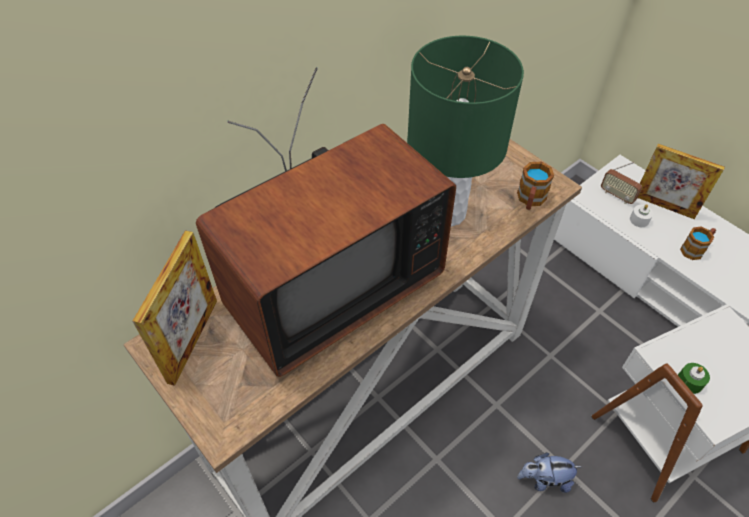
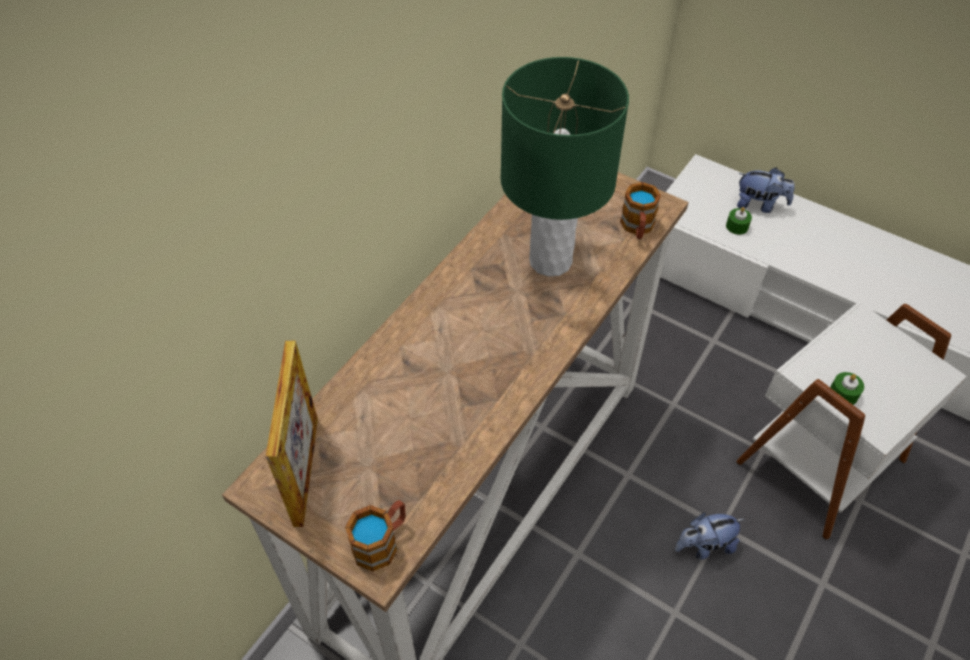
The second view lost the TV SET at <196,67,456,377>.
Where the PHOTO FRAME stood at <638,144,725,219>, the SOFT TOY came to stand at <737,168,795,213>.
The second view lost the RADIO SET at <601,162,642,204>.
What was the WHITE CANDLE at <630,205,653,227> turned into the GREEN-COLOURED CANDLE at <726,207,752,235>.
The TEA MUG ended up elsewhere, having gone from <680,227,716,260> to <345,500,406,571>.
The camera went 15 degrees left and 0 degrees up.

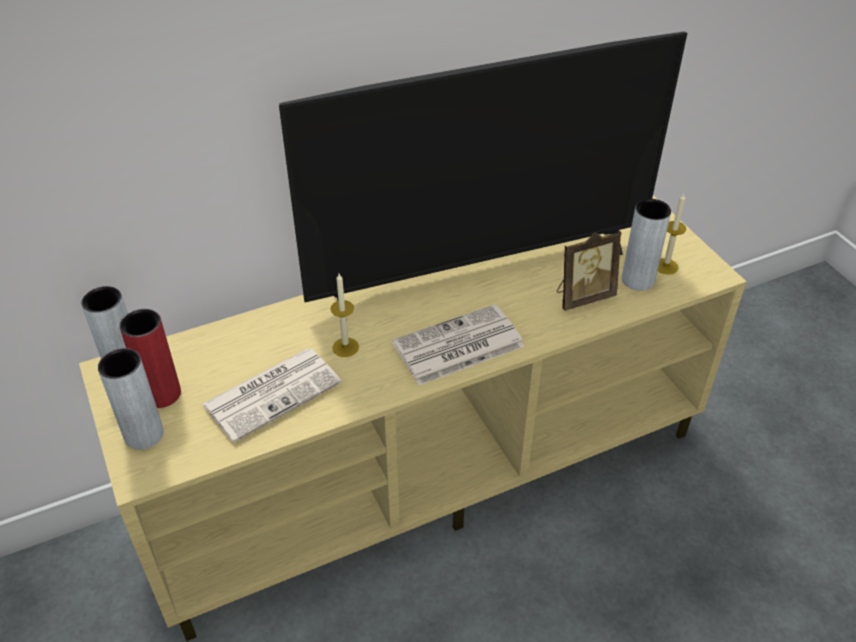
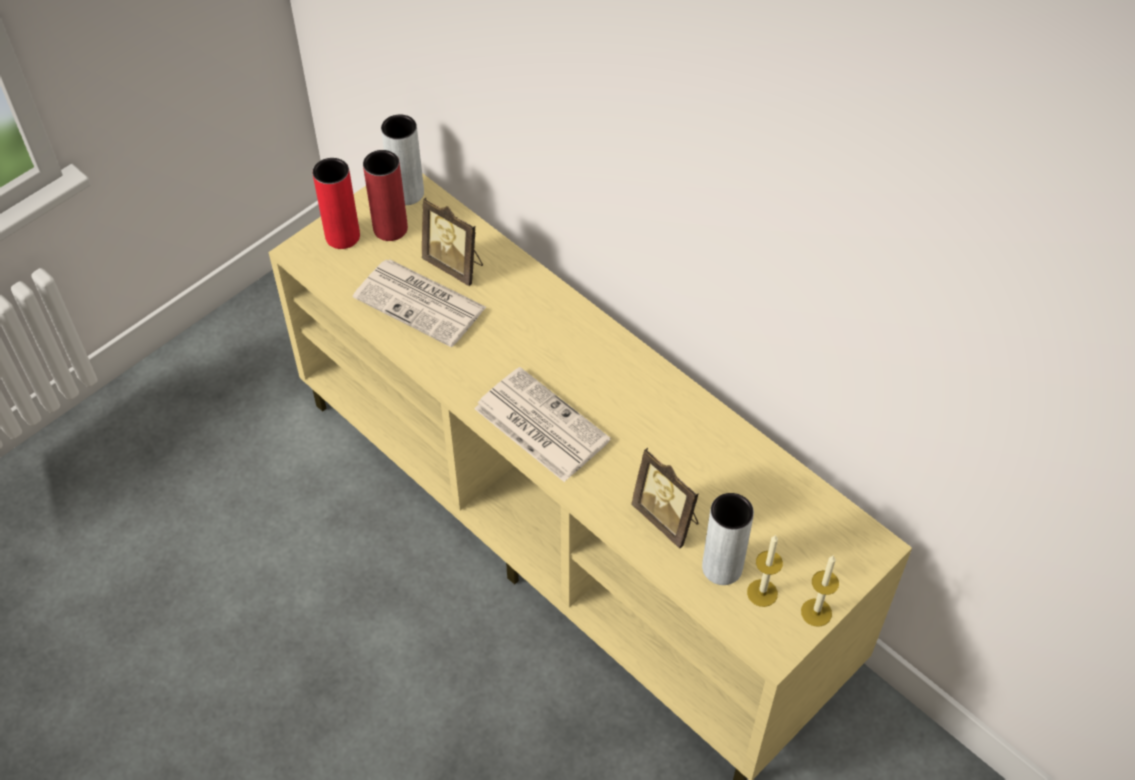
The second view lost the TV SET at <279,32,687,318>.
The CANDLE ended up elsewhere, having gone from <330,274,359,357> to <801,555,839,627>.
What was the GRAY FLOWER VASE at <98,348,164,450> turned into the RED-COLOURED FLOWER VASE at <312,158,360,249>.
The second view gained the PHOTO FRAME at <422,198,483,286>.
The camera went 70 degrees right and 10 degrees up.

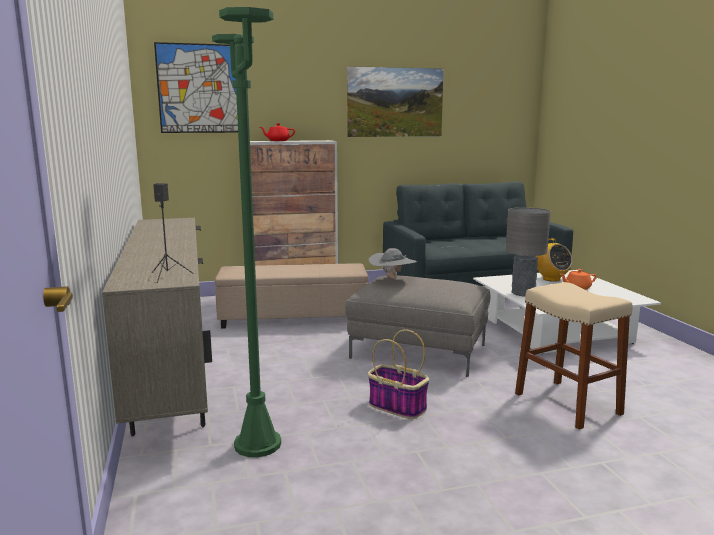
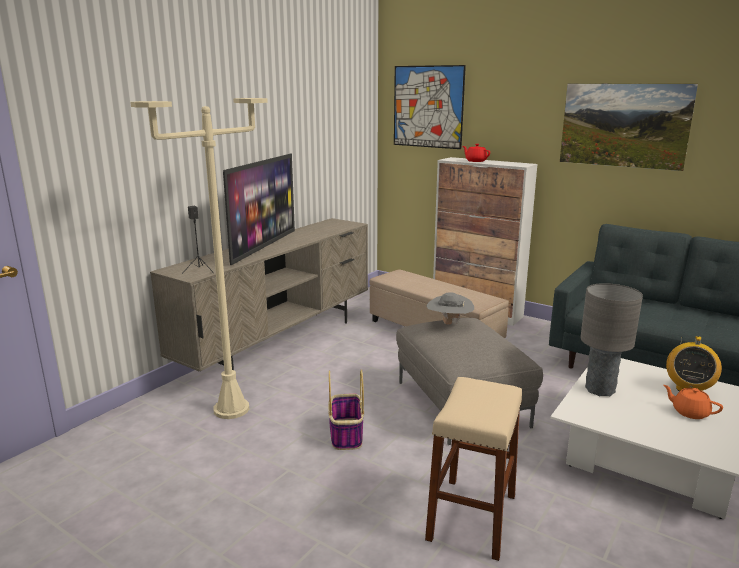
What was the GREEN-COLOURED STANDARD LAMP at <212,7,281,457> turned into the BEIGE STANDARD LAMP at <130,98,268,419>.
The second view gained the TV SET at <223,154,295,265>.
The camera went 50 degrees right and 5 degrees up.

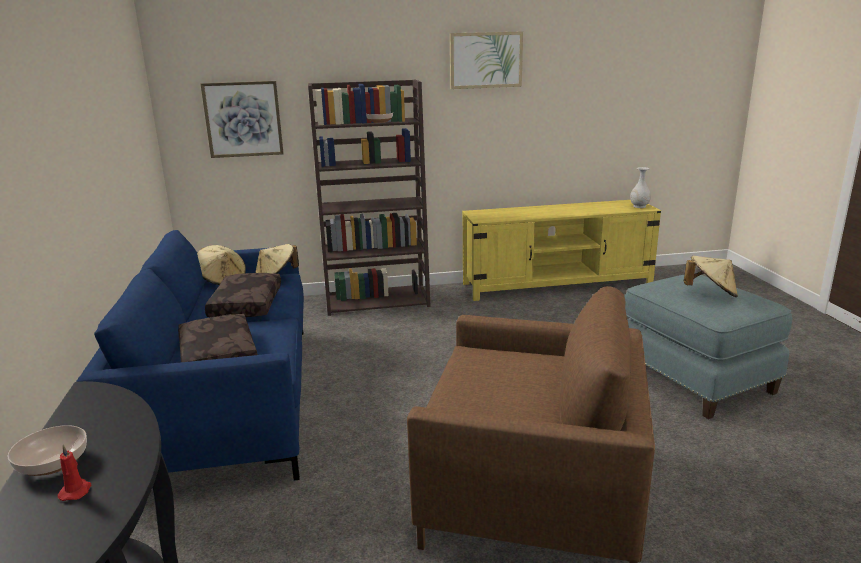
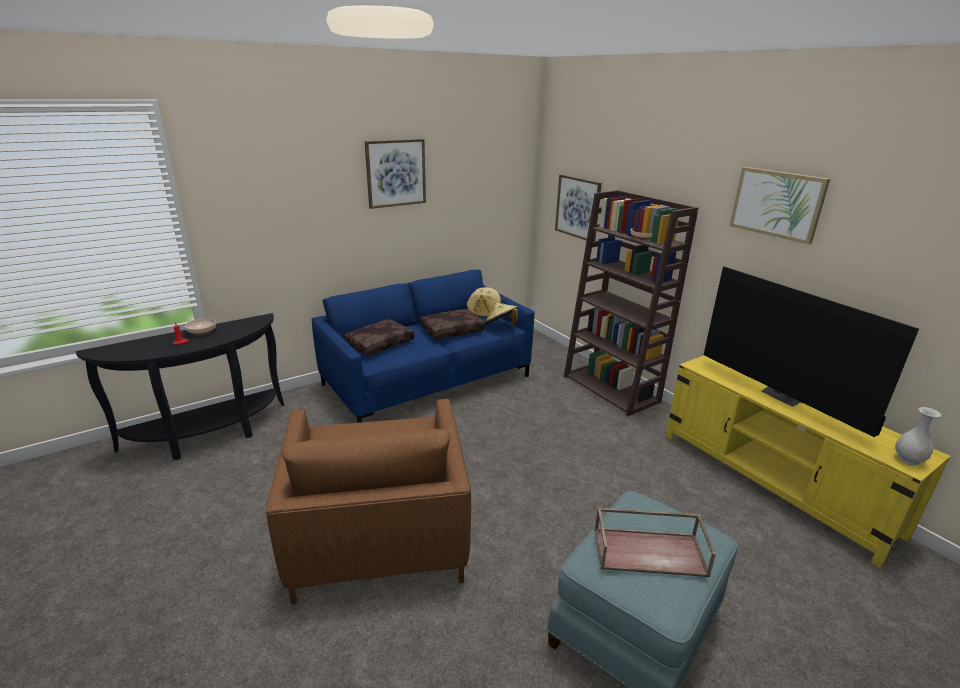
Where the BEIGE WEARABLE HAT stood at <684,256,738,297>, the BROWN-COLOURED TRAY came to stand at <594,508,716,577>.
The second view gained the WALL ART at <365,139,426,209>.
The second view gained the TV SET at <704,267,919,437>.
The camera went 65 degrees right and 5 degrees up.

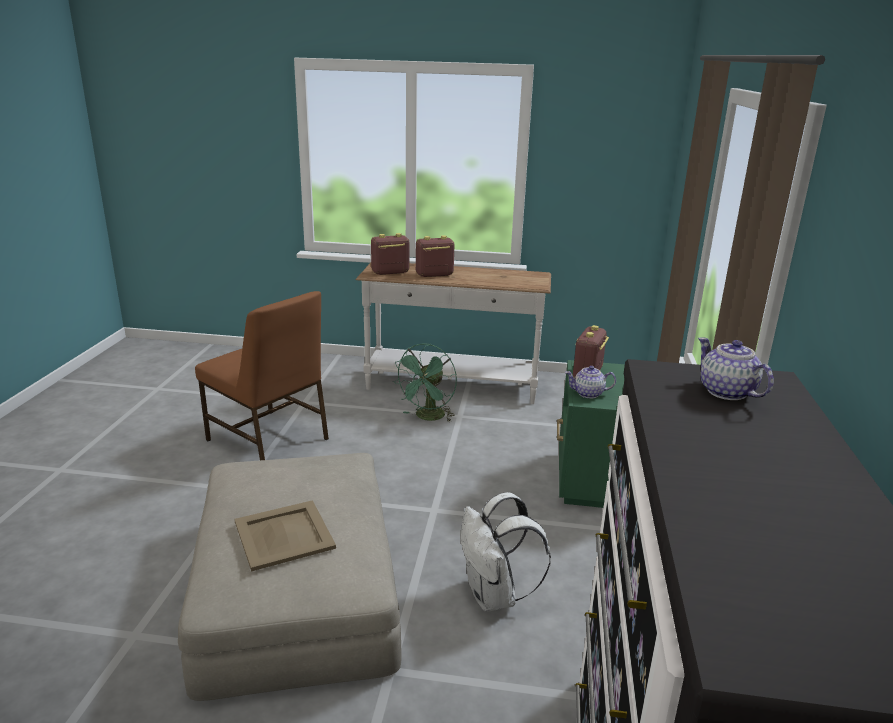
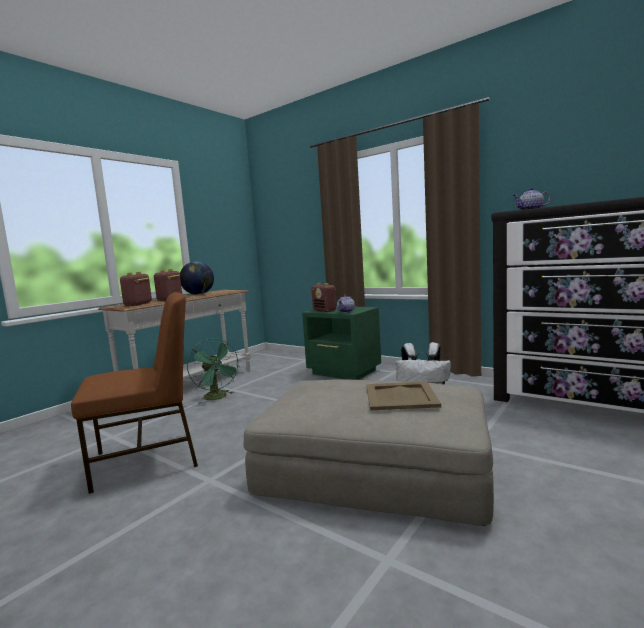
The second view gained the GLOBE at <180,261,214,295>.
The camera went 60 degrees left and 15 degrees down.

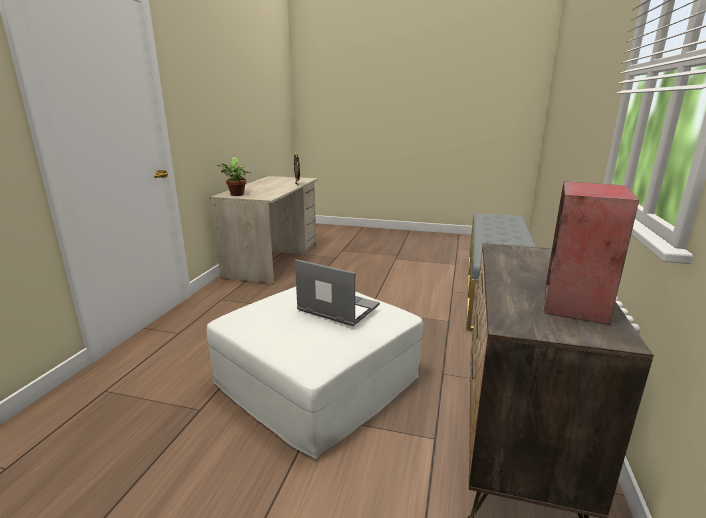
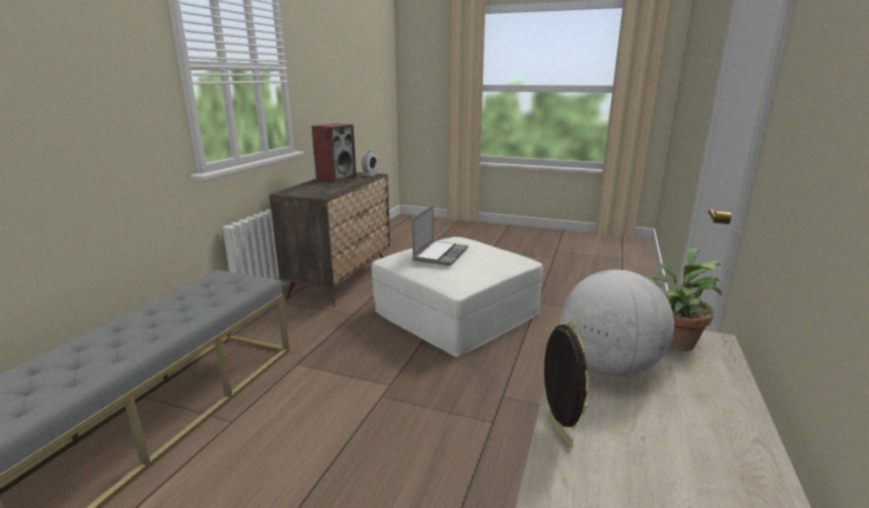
The NOTEBOOK COMPUTER at <295,259,380,326> ended up facing another way, 105 degrees counterclockwise from before.
The second view gained the ALARM CLOCK at <361,151,379,177>.
The second view gained the GLOBE at <562,270,674,376>.
The camera went 175 degrees left and 0 degrees up.

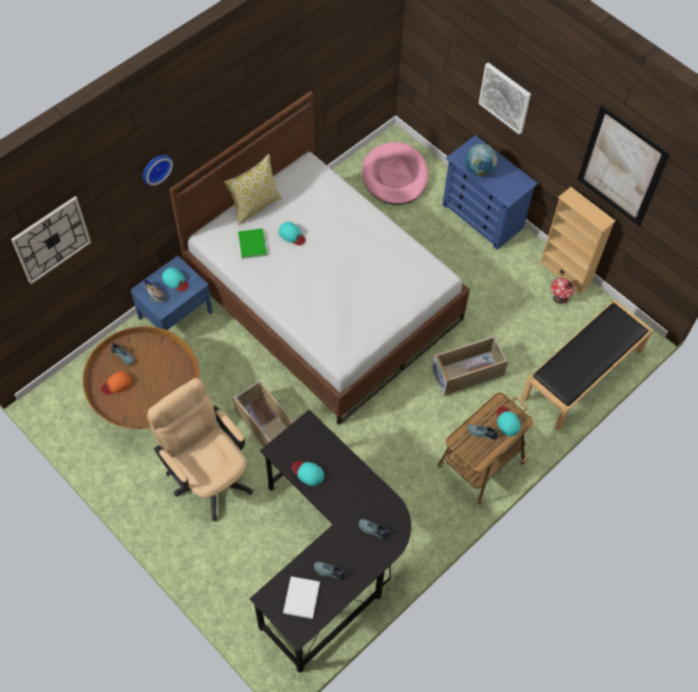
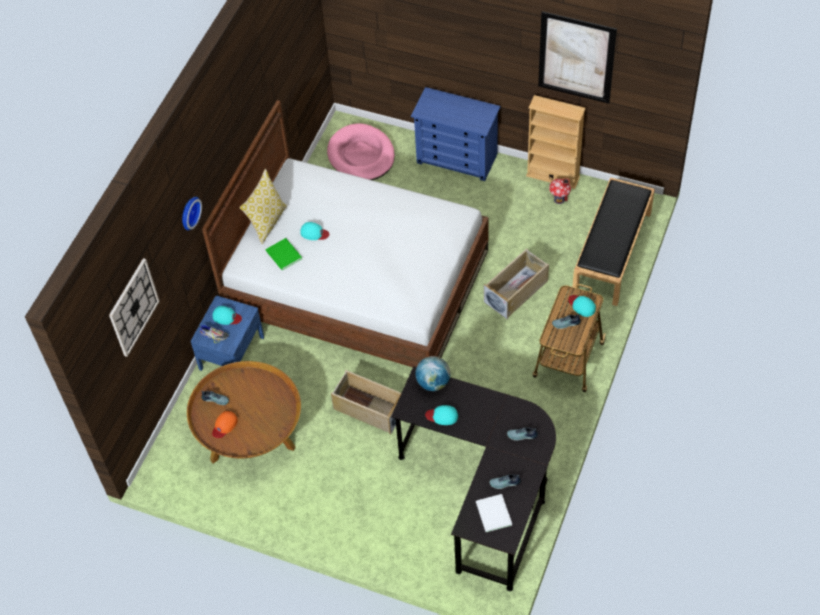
The second view lost the WALL ART at <479,62,531,135>.
The GLOBE ended up elsewhere, having gone from <465,143,497,176> to <416,356,450,391>.
The second view lost the BEIGE COMPUTER CHAIR at <147,378,253,521>.
The camera went 20 degrees left and 5 degrees down.

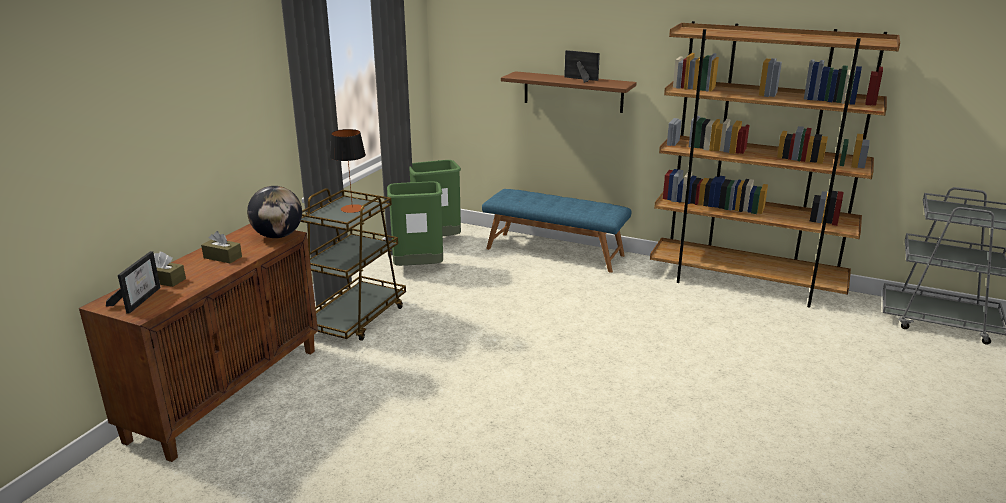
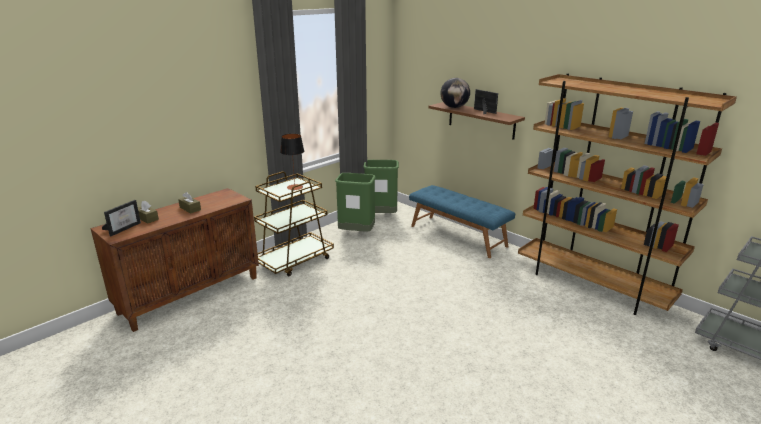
The GLOBE ended up elsewhere, having gone from <247,186,302,238> to <441,78,470,108>.
The camera went 20 degrees right and 0 degrees up.

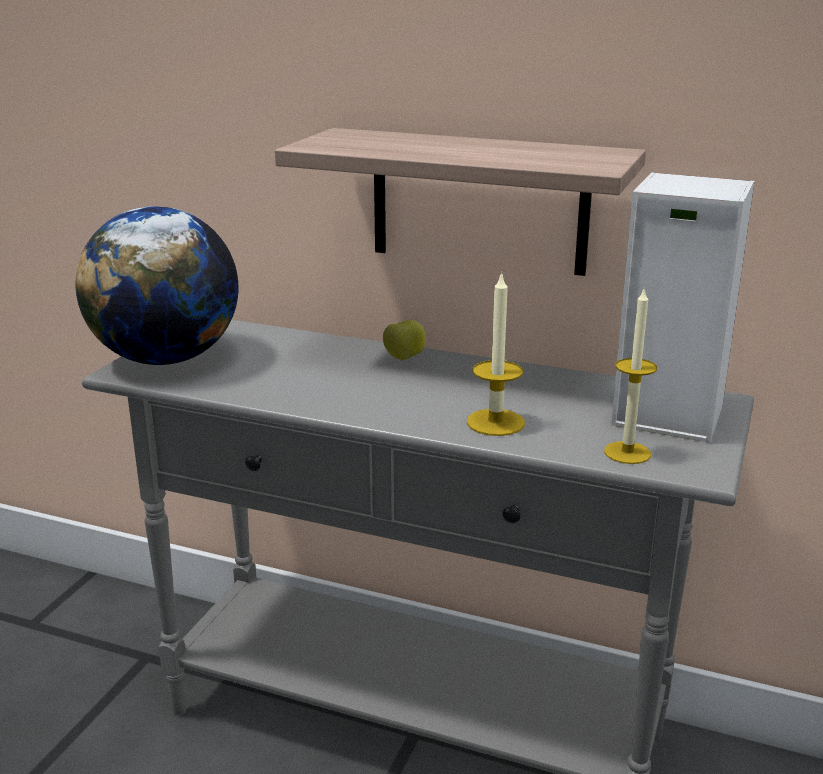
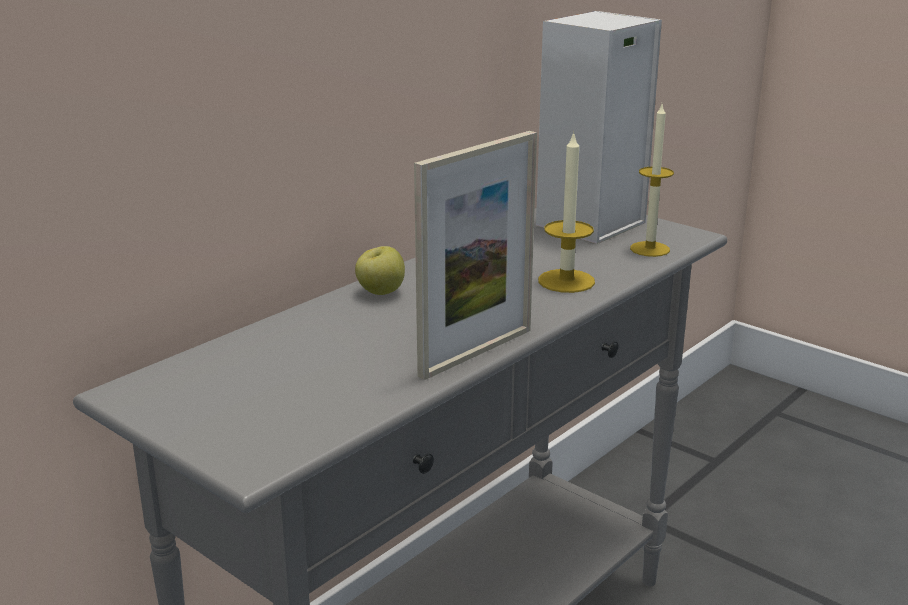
The second view lost the SHELF at <275,128,646,276>.
The second view lost the GLOBE at <76,206,239,365>.
The second view gained the PHOTO FRAME at <414,131,537,380>.
The camera went 70 degrees left and 0 degrees up.

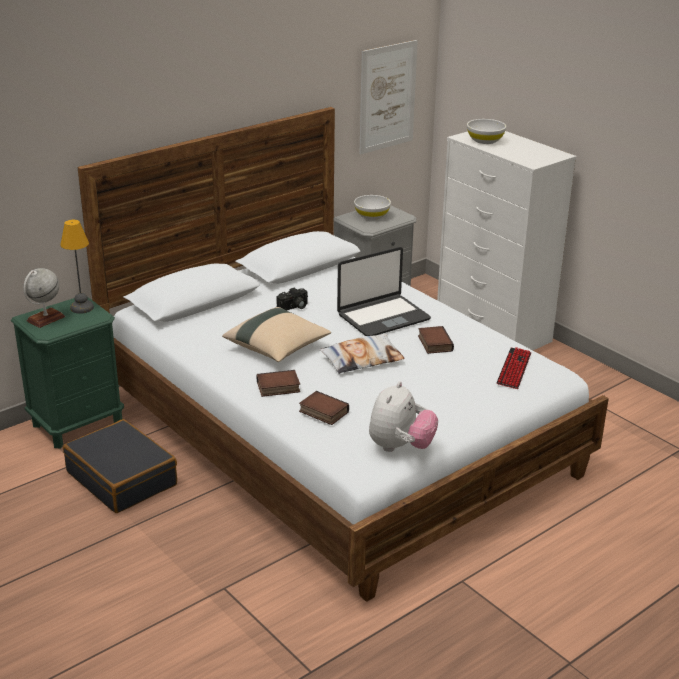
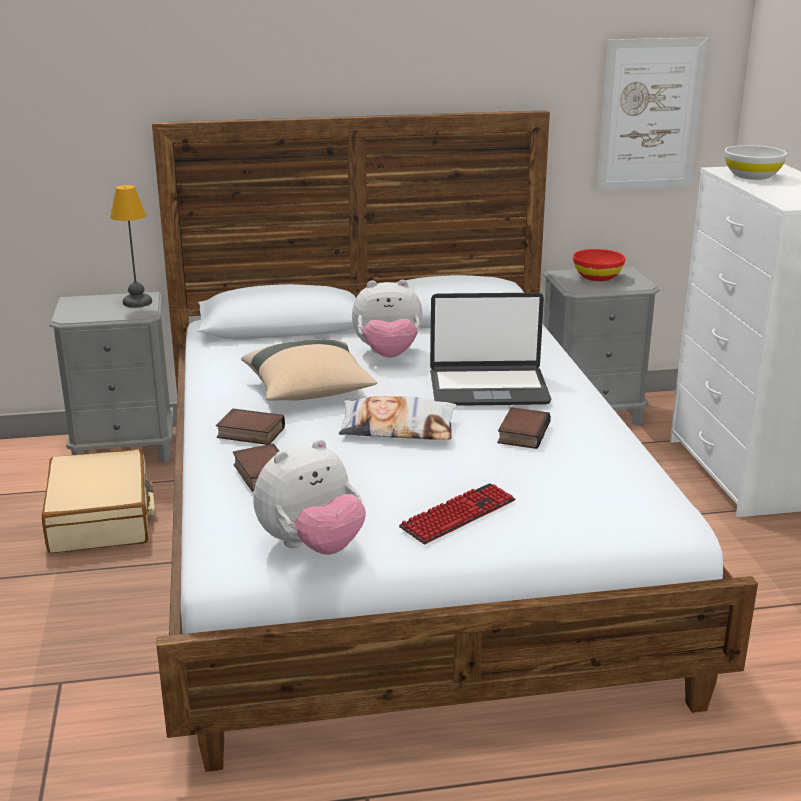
What was the WHITE DEEP DISH at <354,195,391,220> turned into the RED-COLOURED DEEP DISH at <573,249,625,281>.
The second view lost the GLOBE at <23,268,65,328>.
Where the PHOTO CAMERA stood at <276,288,308,310>, the SOFT TOY came to stand at <352,280,423,358>.
What was the GREEN-COLOURED BEDSIDE TABLE at <11,297,124,449> turned into the GRAY BEDSIDE TABLE at <49,292,173,463>.
The COMPUTER KEYBOARD ended up elsewhere, having gone from <496,347,531,389> to <399,483,515,544>.
What was the BLACK-COLOURED TRAVEL CASE at <63,419,177,513> turned into the BEIGE TRAVEL CASE at <42,448,155,553>.
The camera went 30 degrees right and 5 degrees down.

